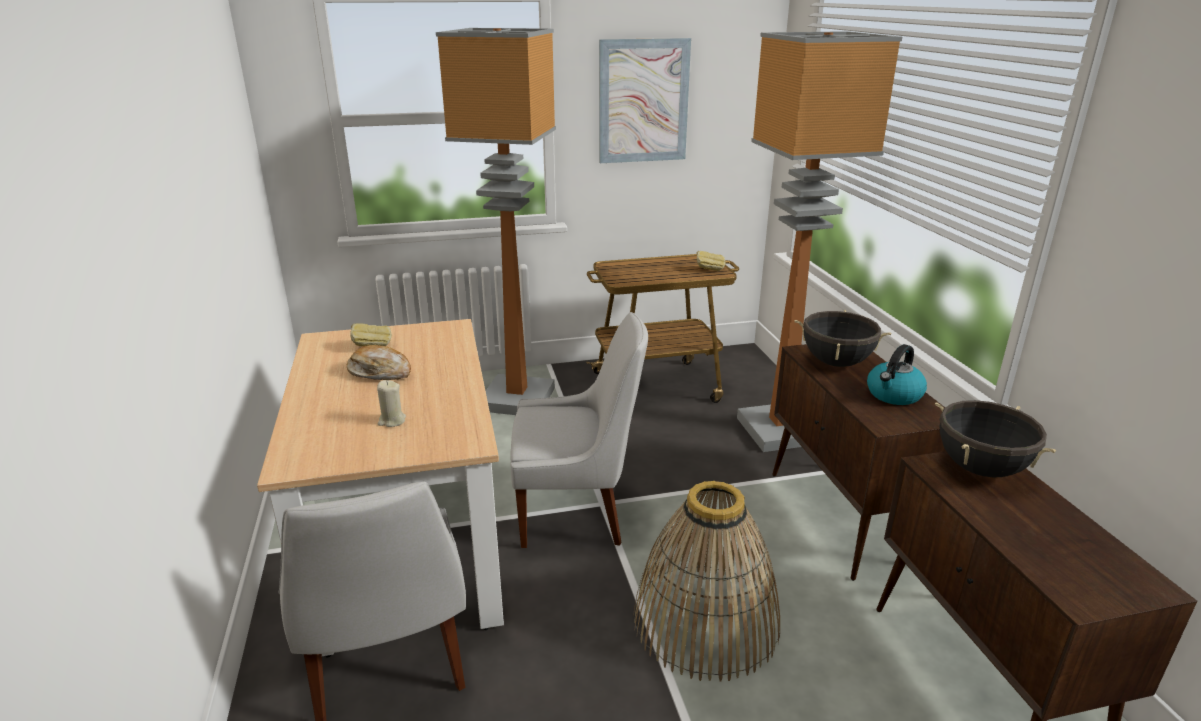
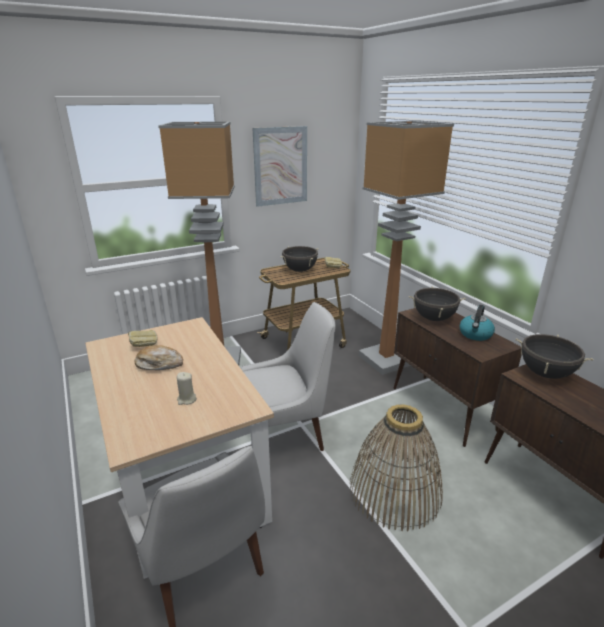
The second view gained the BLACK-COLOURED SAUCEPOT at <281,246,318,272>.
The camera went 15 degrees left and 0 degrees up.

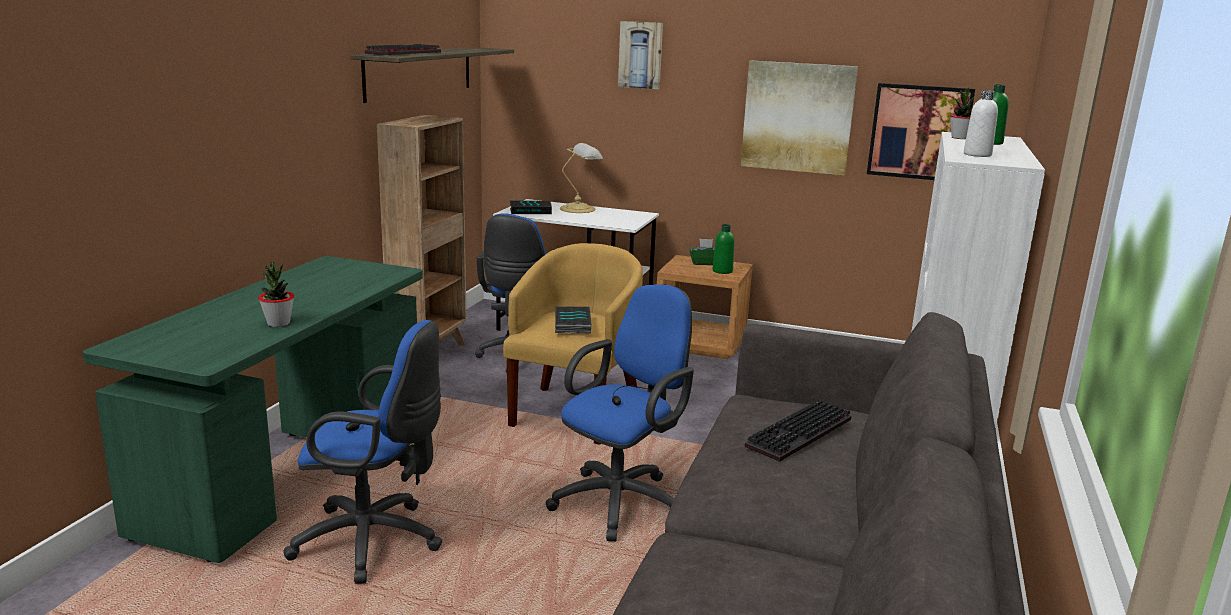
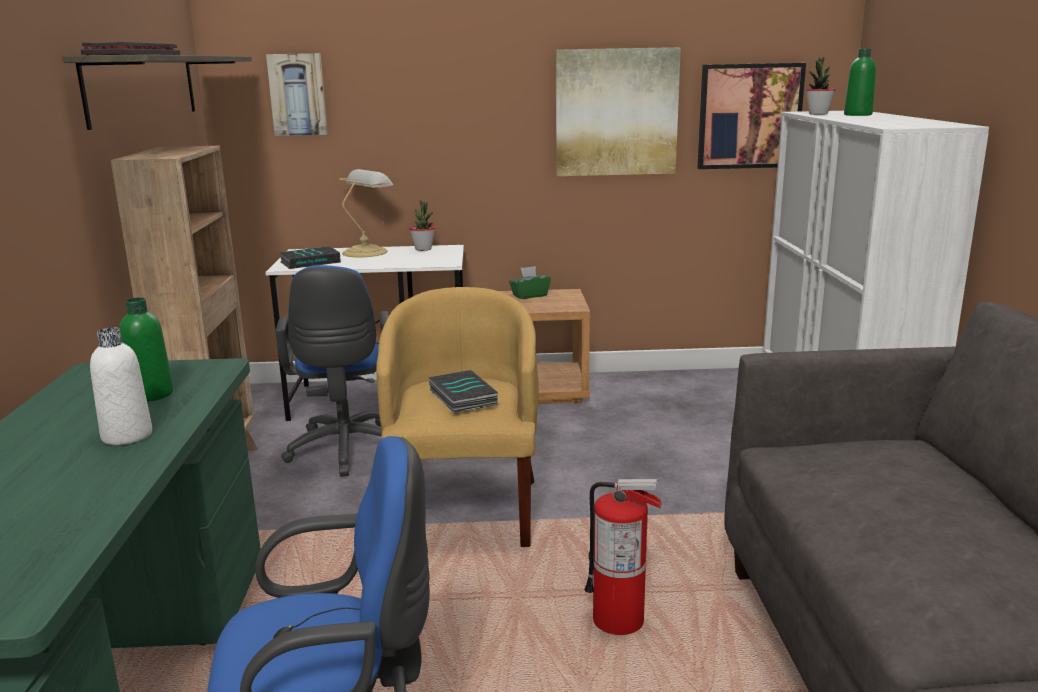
The WALL ART ended up elsewhere, having gone from <618,21,663,89> to <266,53,328,136>.
The WHITE BOTTLE ended up elsewhere, having gone from <964,91,998,157> to <90,327,152,445>.
The GREEN-COLOURED BOTTLE ended up elsewhere, having gone from <713,224,734,274> to <119,297,174,402>.
The POTTED PLANT ended up elsewhere, having gone from <258,262,294,327> to <410,200,435,251>.
Where the BLUISH COMPUTER CHAIR stood at <546,284,694,542>, the FIRE-FIGHTING CYLINDER came to stand at <584,479,662,635>.
The second view lost the COMPUTER KEYBOARD at <745,400,852,462>.
The camera went 20 degrees left and 0 degrees up.

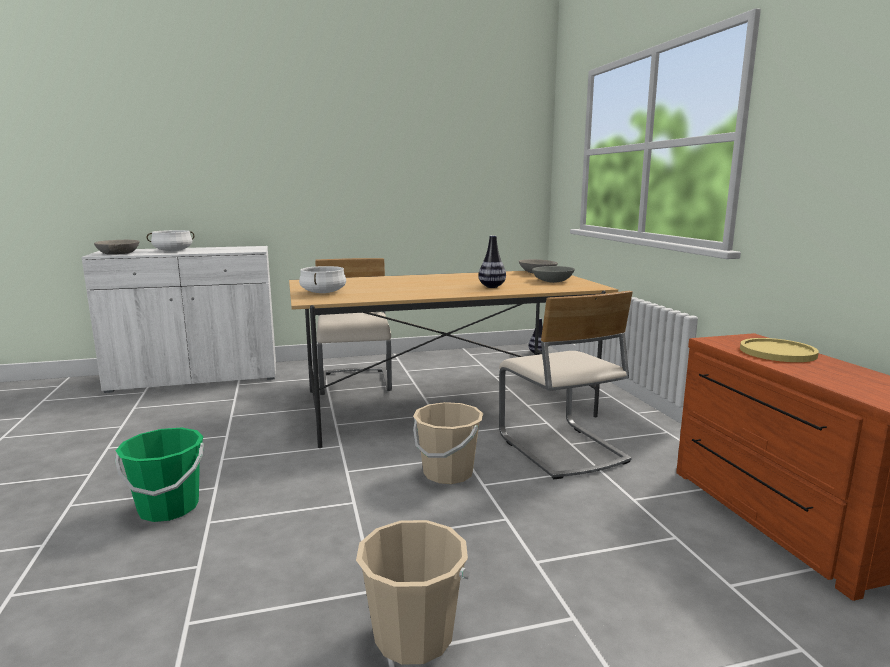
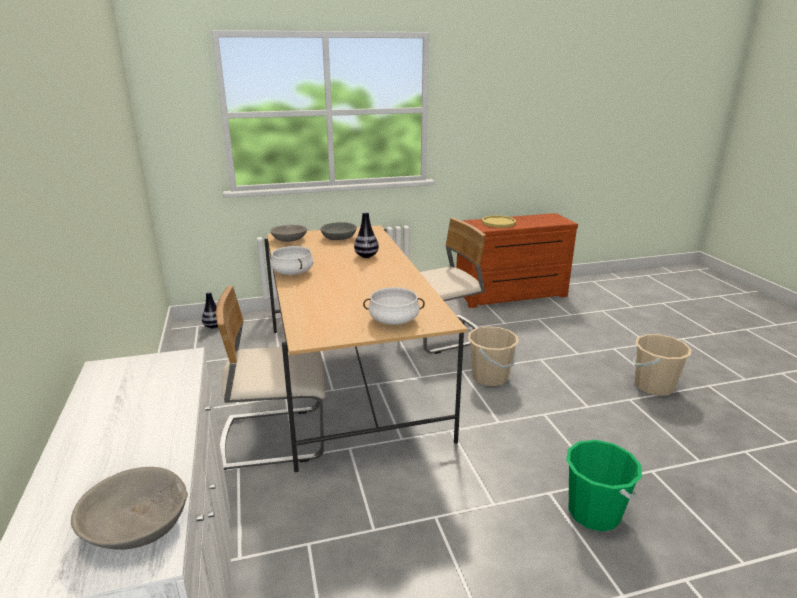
The WHITE SAUCEPOT ended up elsewhere, having gone from <147,230,194,251> to <271,246,314,275>.
The camera went 90 degrees left and 10 degrees up.

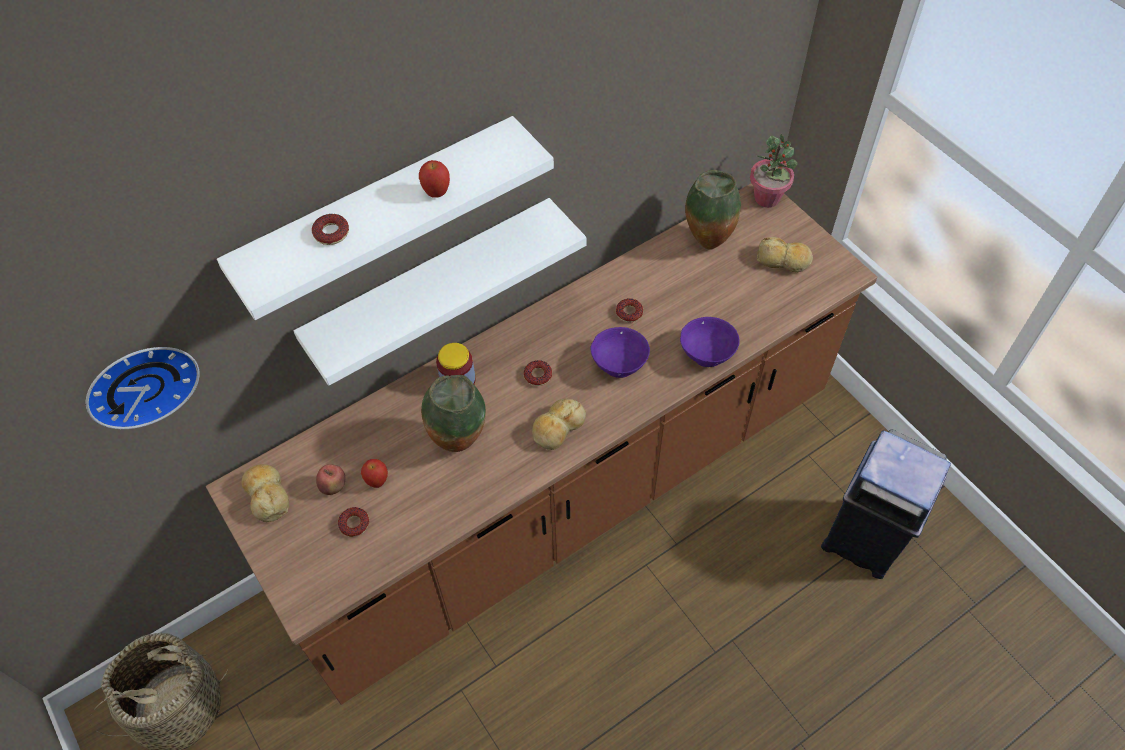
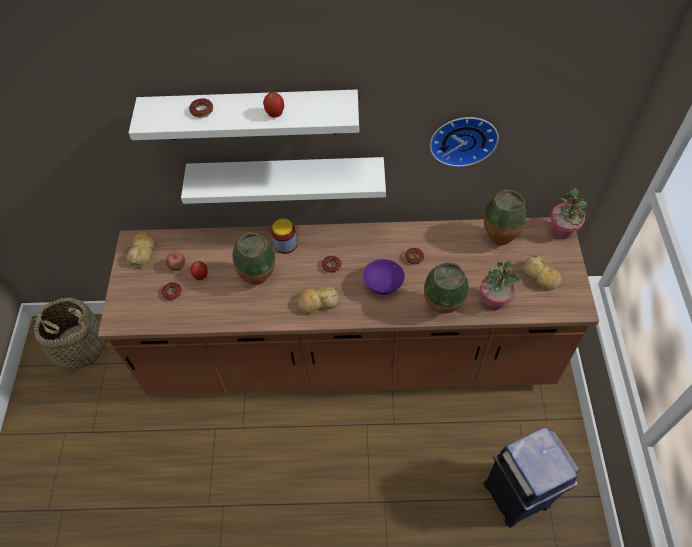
Where the PURPLISH DEEP DISH stood at <680,317,739,367>, the FLOWER VASE came to stand at <424,262,468,314>.
The WALL CLOCK ended up elsewhere, having gone from <86,347,200,429> to <430,117,499,167>.
The second view gained the POTTED PLANT at <480,261,520,310>.
The camera went 35 degrees right and 0 degrees up.

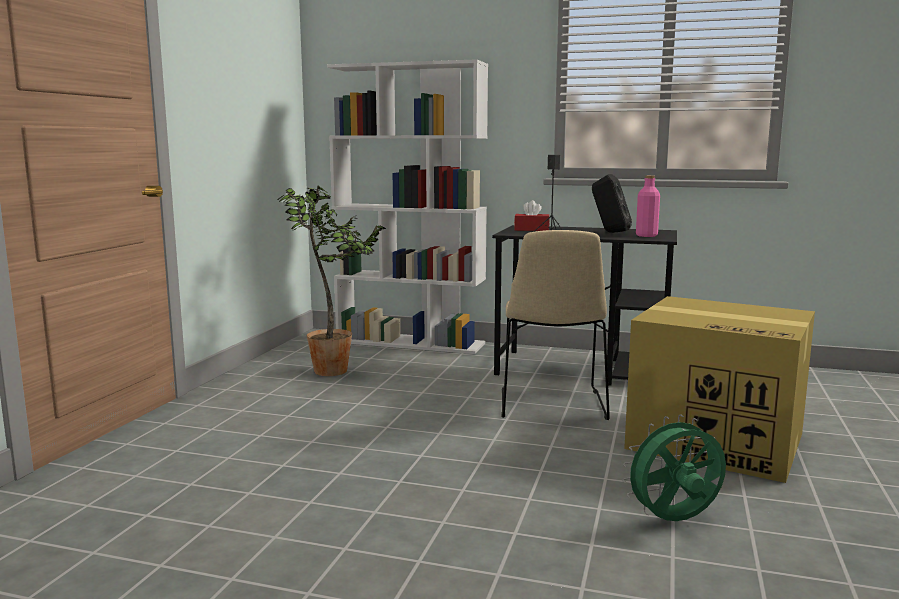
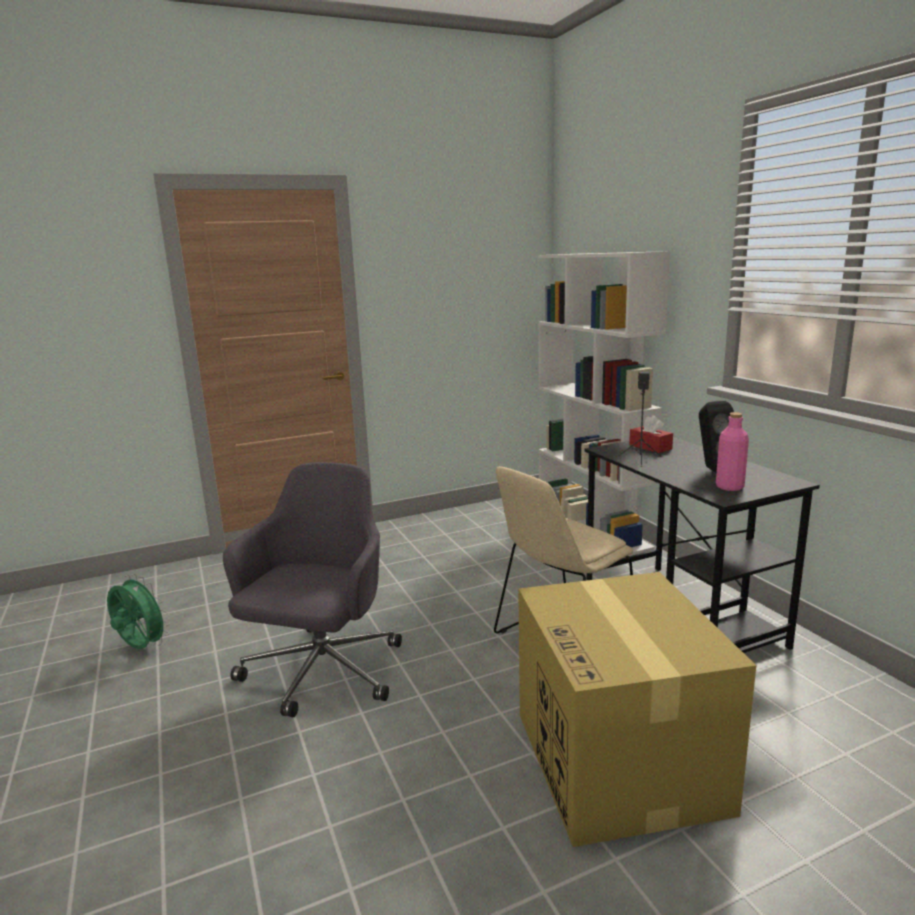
The second view lost the POTTED PLANT at <277,186,386,376>.
The GREEN-COLOURED FAN ended up elsewhere, having gone from <622,414,726,521> to <107,574,170,649>.
The second view gained the GRAY COMPUTER CHAIR at <223,462,402,717>.
The camera went 50 degrees right and 5 degrees up.

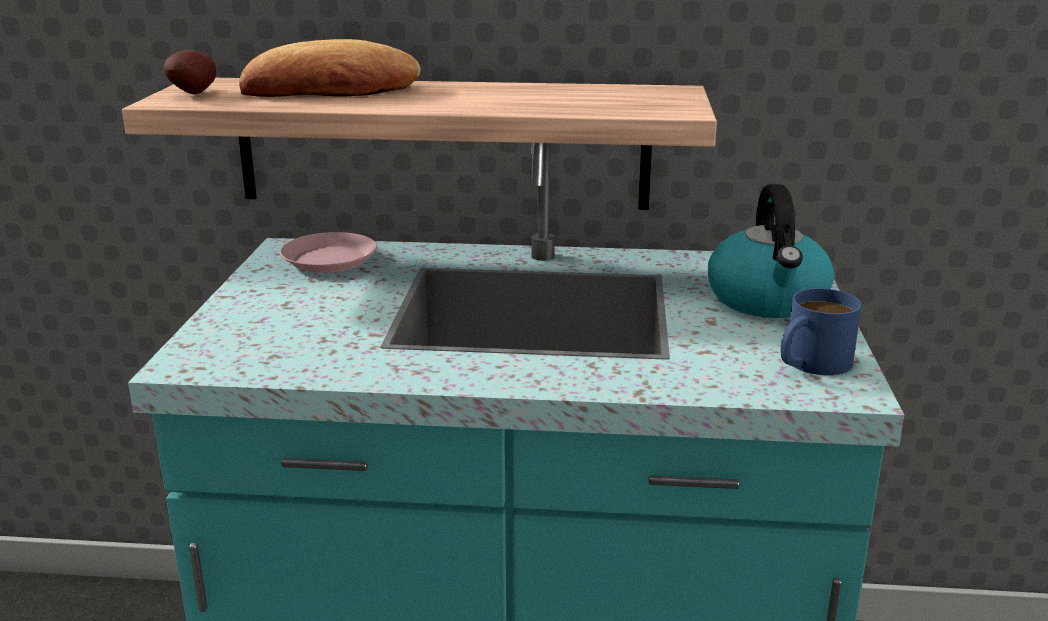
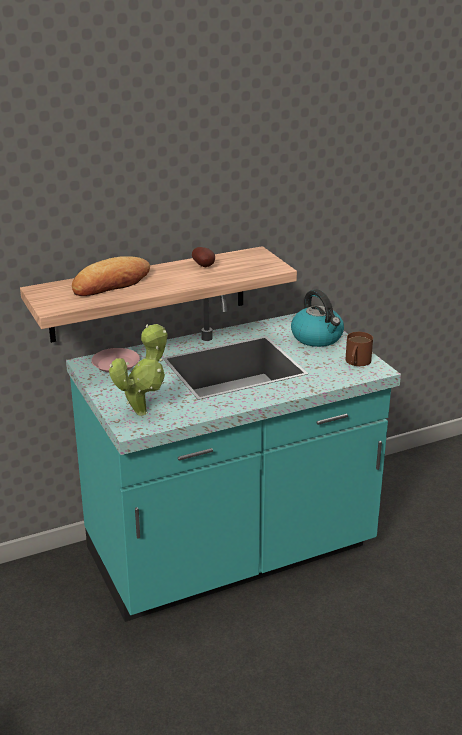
The SPUD ended up elsewhere, having gone from <164,50,216,94> to <192,247,215,267>.
What was the BLUISH TEA MUG at <781,288,862,375> turned into the BROWN-COLOURED TEA MUG at <345,332,373,366>.
The second view gained the POTTED PLANT at <109,324,168,416>.
The camera went 30 degrees left and 5 degrees up.

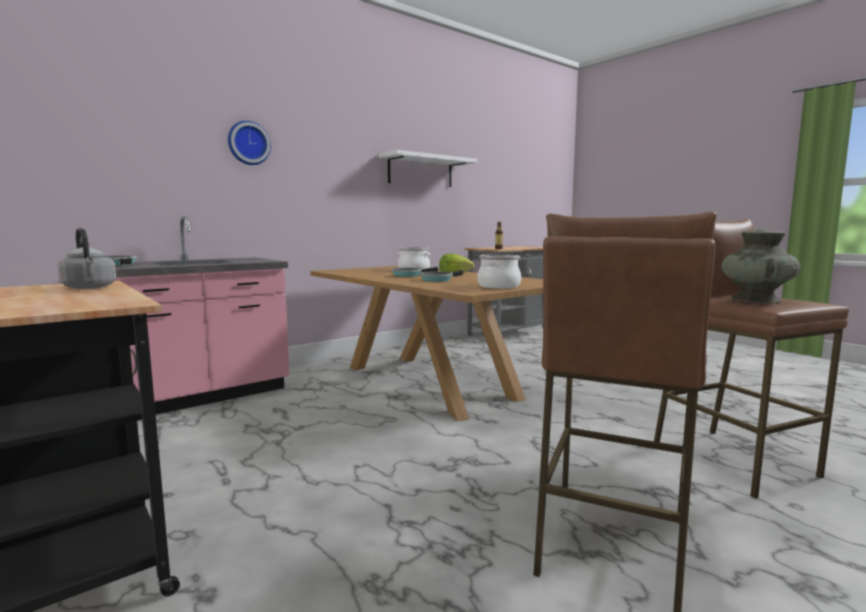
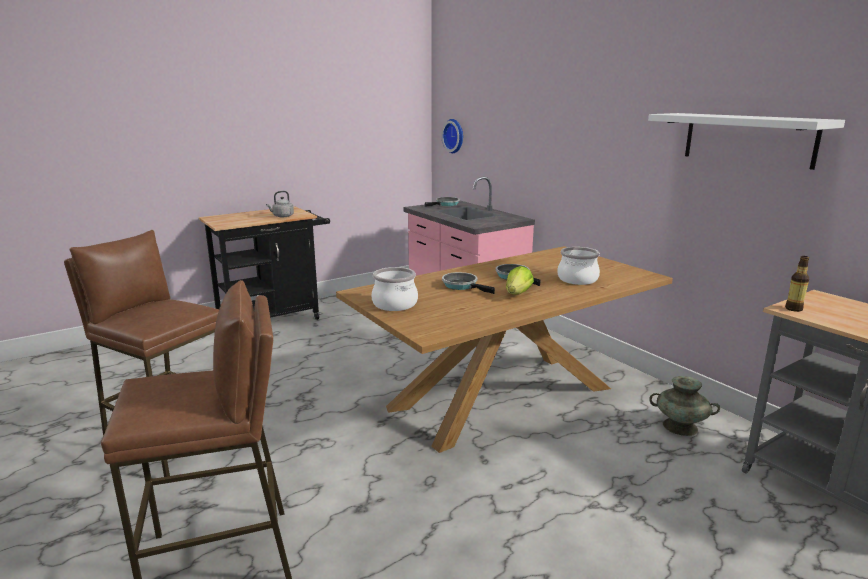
The WALL CLOCK ended up elsewhere, having gone from <228,121,271,165> to <441,119,463,153>.
The TURQUOISE FLOWER VASE ended up elsewhere, having gone from <722,229,801,303> to <649,376,720,436>.
The camera went 95 degrees right and 10 degrees up.

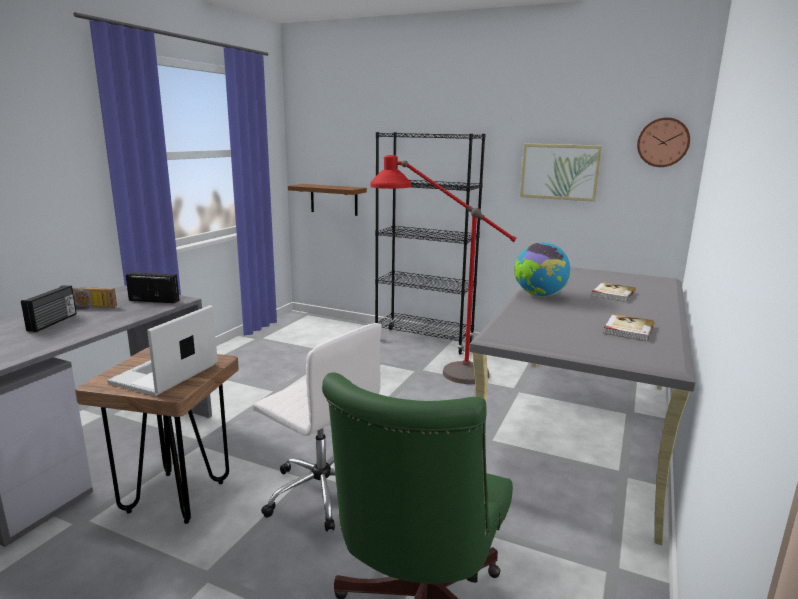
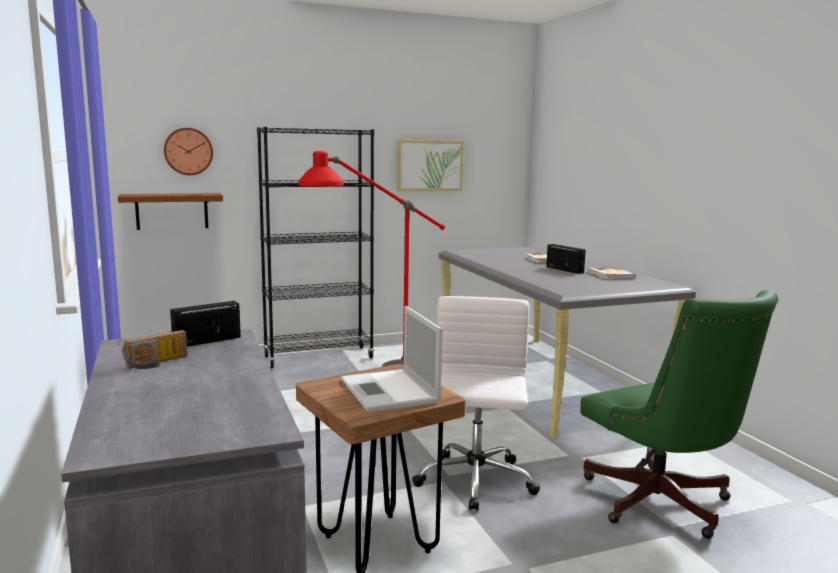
The WALL CLOCK ended up elsewhere, having gone from <637,117,690,167> to <164,128,213,175>.
The second view lost the GLOBE at <514,243,571,297>.
The RADIO SET ended up elsewhere, having gone from <21,285,77,332> to <546,244,586,274>.
The WHITE COMPUTER CHAIR at <253,323,382,532> ended up facing another way, 75 degrees counterclockwise from before.
The camera went 45 degrees left and 5 degrees down.

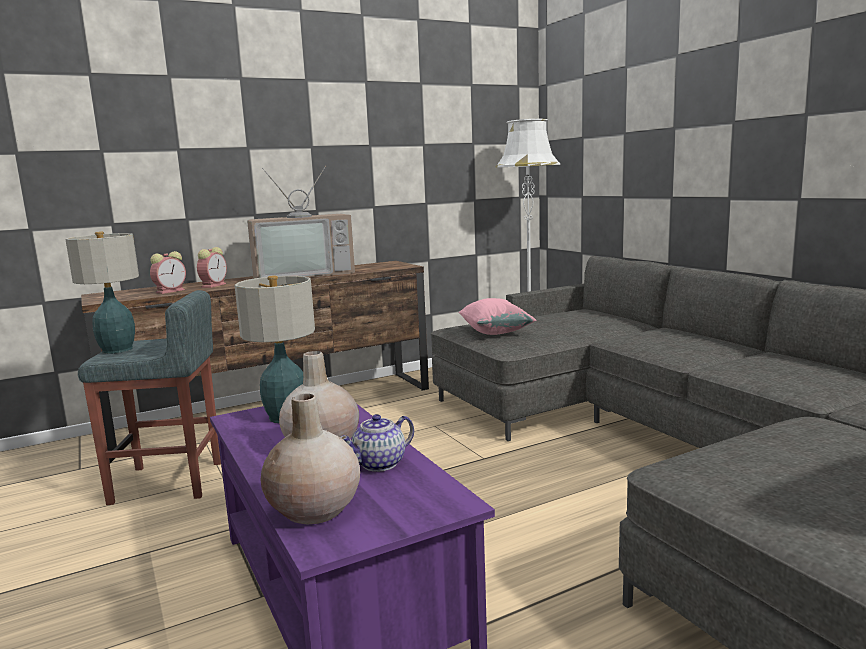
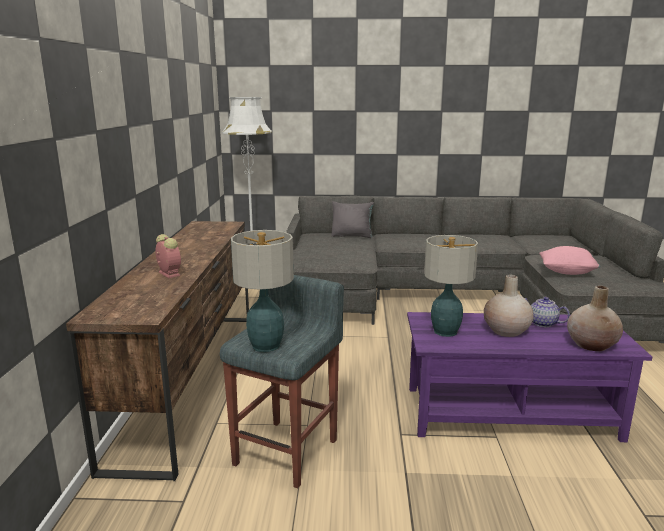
The second view lost the TV SET at <247,166,355,279>.
The second view lost the ALARM CLOCK at <150,251,186,294>.
The PINK CUSHION ended up elsewhere, having gone from <458,298,536,335> to <539,246,600,275>.
The TEA POT at <340,414,414,472> ended up facing another way, 135 degrees clockwise from before.
The second view gained the GRAY CUSHION at <331,201,374,238>.
The camera went 60 degrees left and 5 degrees up.

